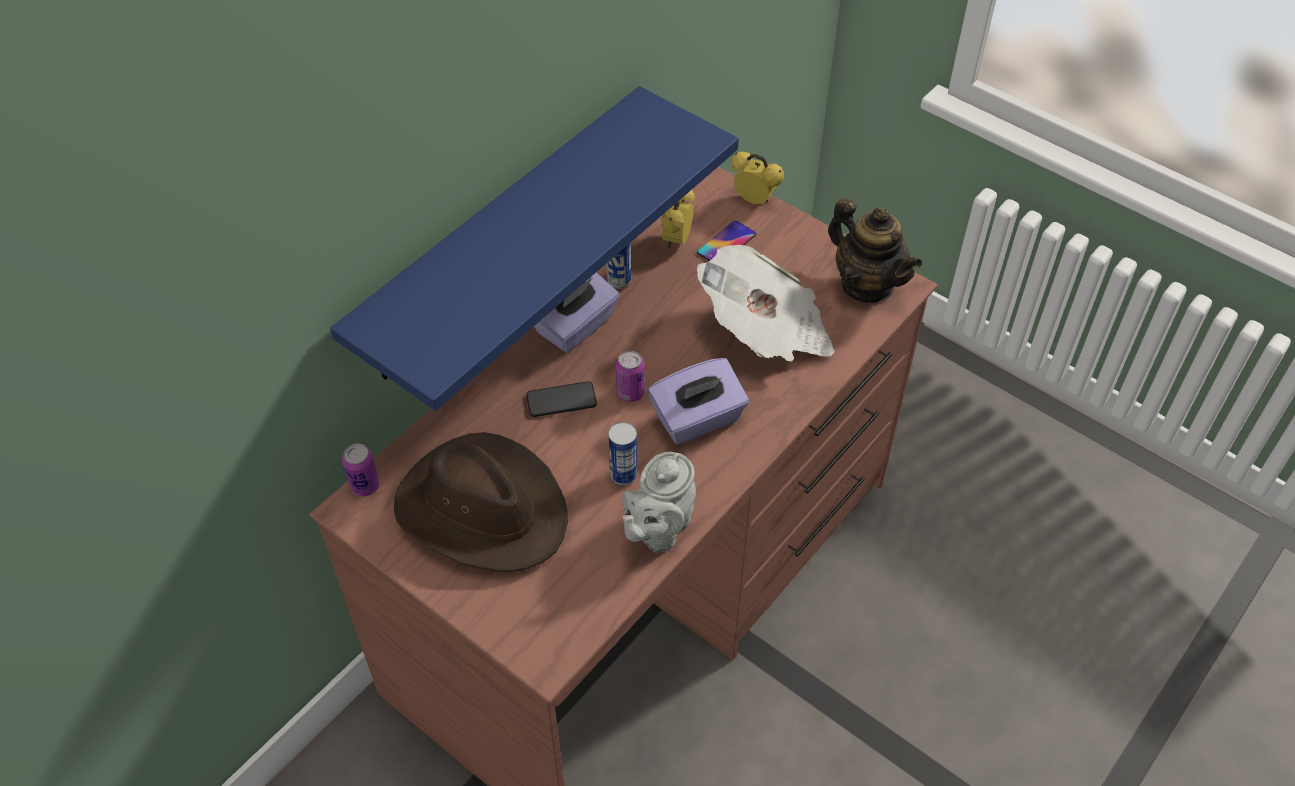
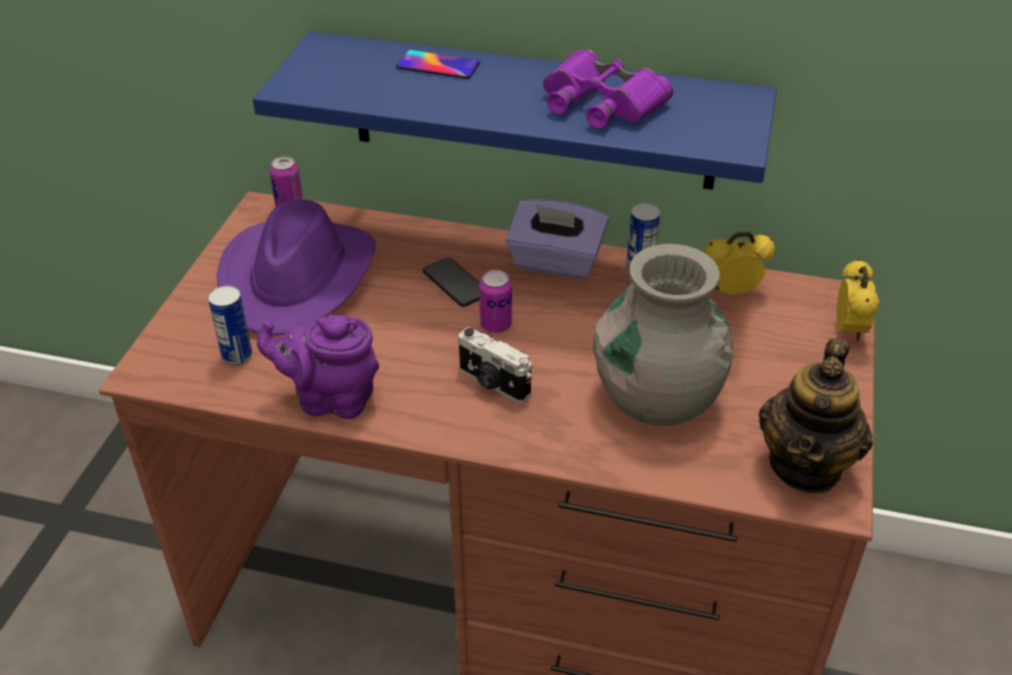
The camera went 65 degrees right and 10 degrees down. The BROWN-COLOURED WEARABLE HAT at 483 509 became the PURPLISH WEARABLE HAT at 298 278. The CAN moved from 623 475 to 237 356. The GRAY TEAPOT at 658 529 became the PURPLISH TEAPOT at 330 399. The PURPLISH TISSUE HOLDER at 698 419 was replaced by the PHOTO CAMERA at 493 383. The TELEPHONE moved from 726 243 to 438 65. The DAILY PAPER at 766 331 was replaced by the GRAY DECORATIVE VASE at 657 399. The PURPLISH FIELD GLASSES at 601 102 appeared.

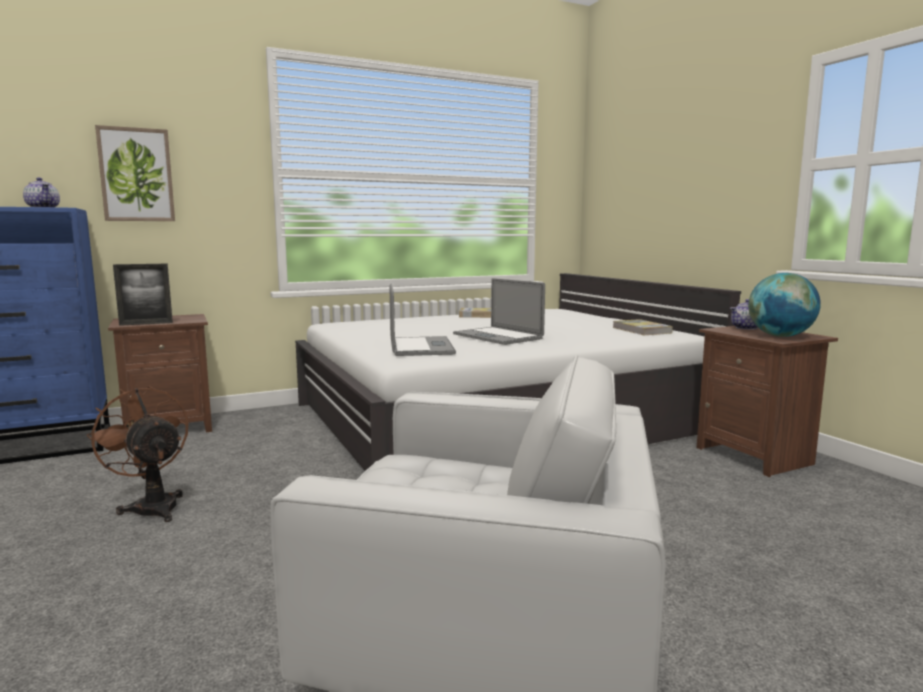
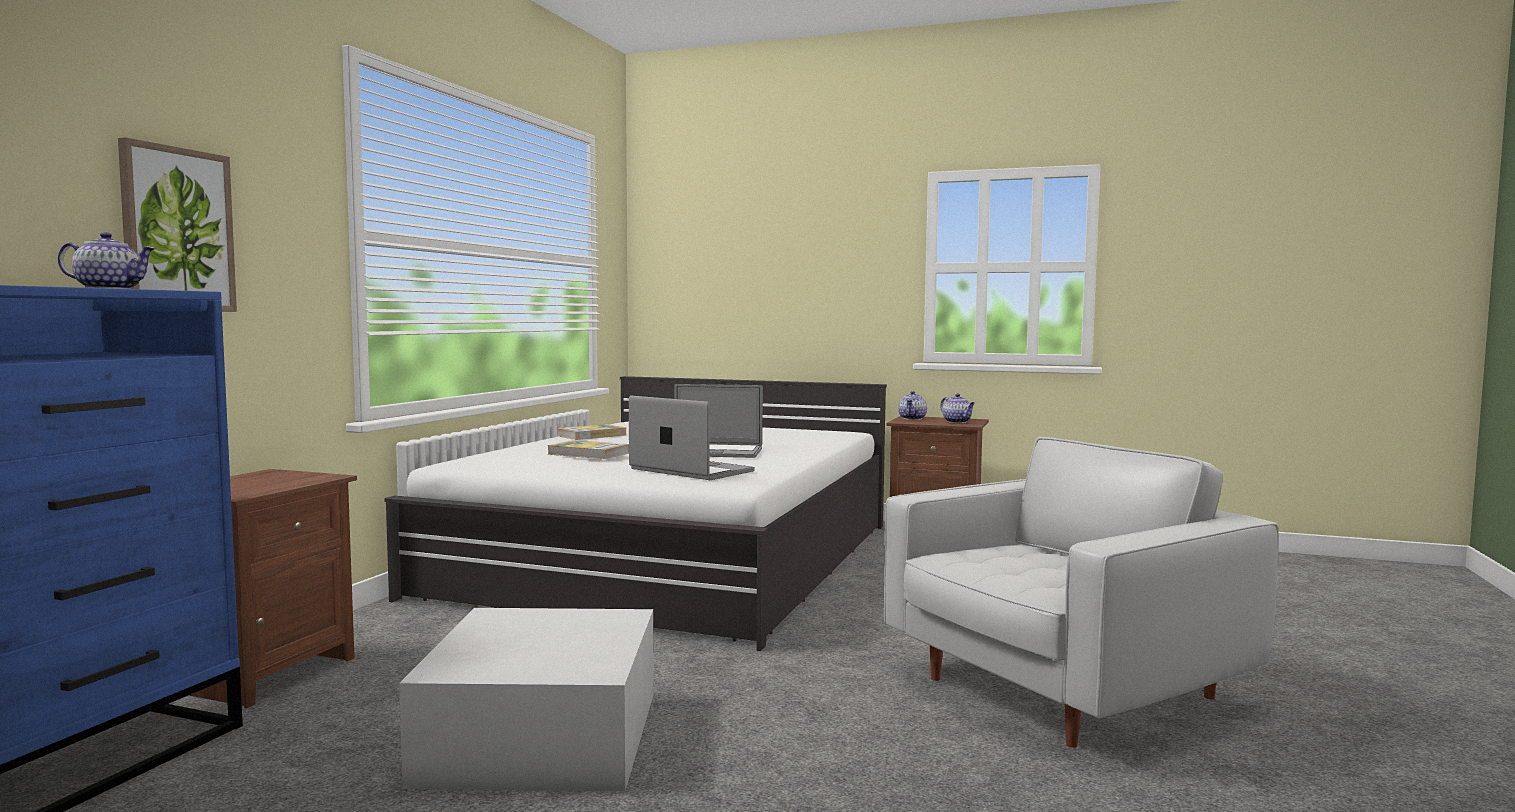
The camera went 45 degrees left and 5 degrees down. The BROWN-COLOURED COOLING FAN at 152 506 was replaced by the WHITE STORAGE BIN at 542 736. The STANDING FRAME at 146 323 disappeared. The VOLUME moved from 641 330 to 589 453. The WORLD GLOBE at 780 336 was replaced by the TEAPOT at 957 422.

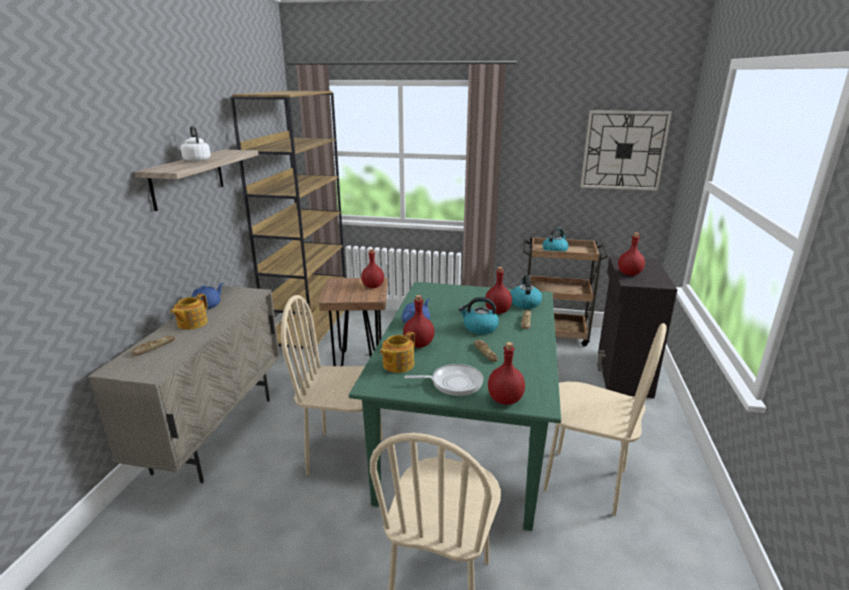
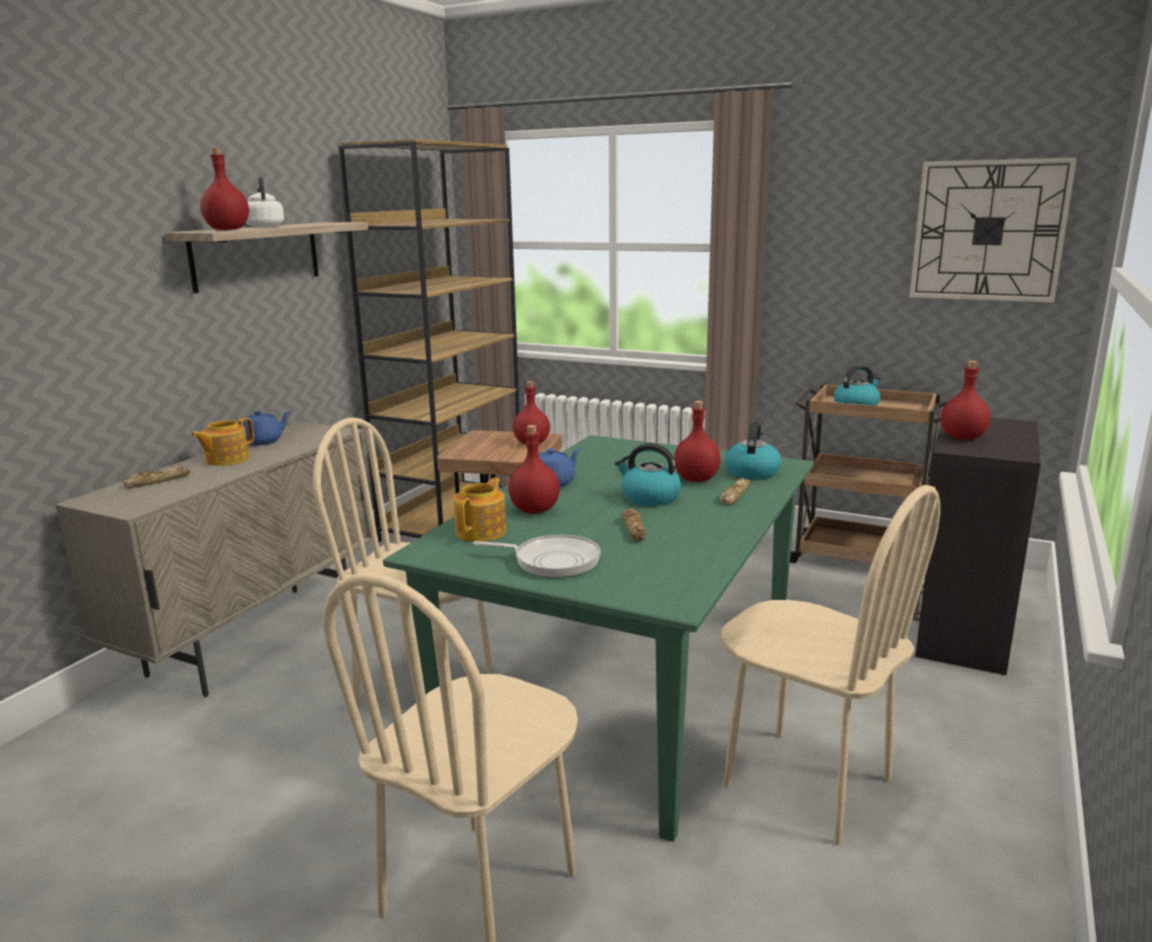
The camera went 15 degrees right and 5 degrees down. The TEAPOT at 397 365 turned 150 degrees clockwise. The REDDISH BOTTLE moved from 505 400 to 227 230.

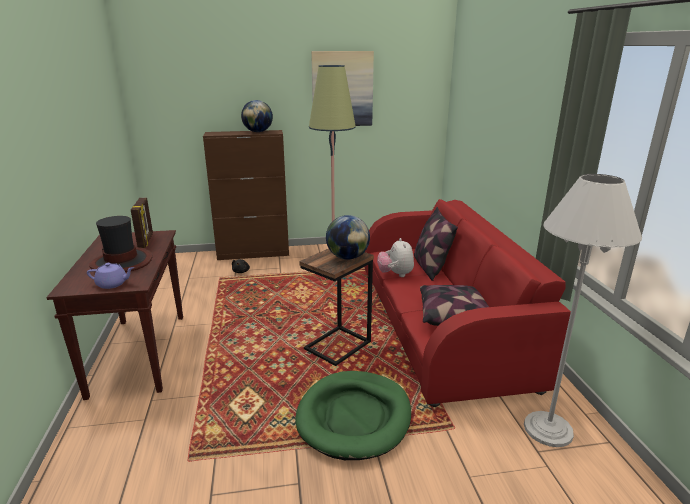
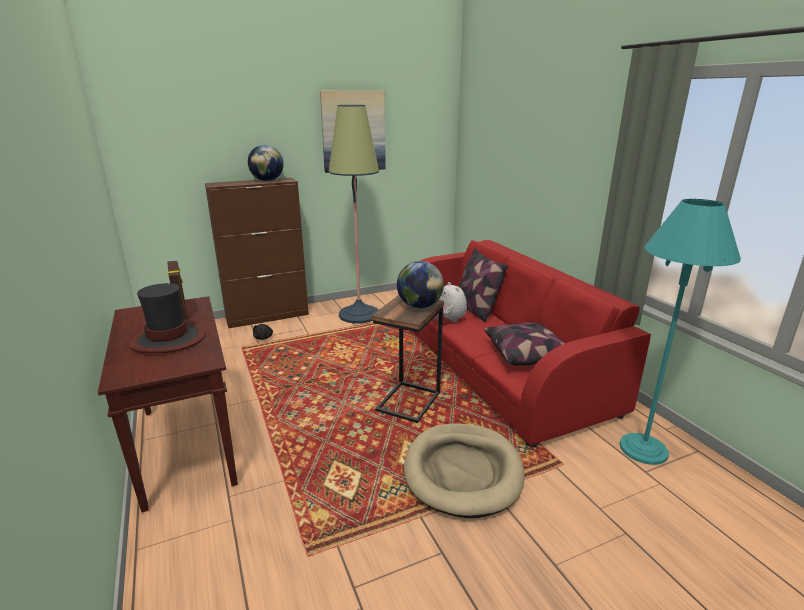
The camera went 15 degrees left and 0 degrees up. The PURPLISH TEAPOT at 113 284 disappeared. The GREENISH DOG BED at 354 417 became the SAND-COLOURED DOG BED at 463 472. The WHITE STANDING LAMP at 548 429 became the BLUE-GREEN STANDING LAMP at 643 449.

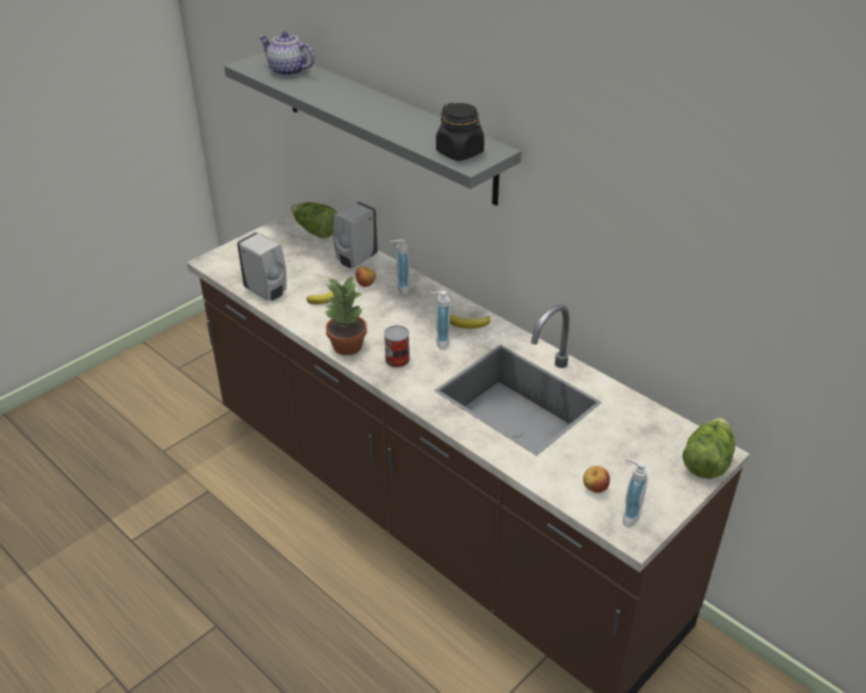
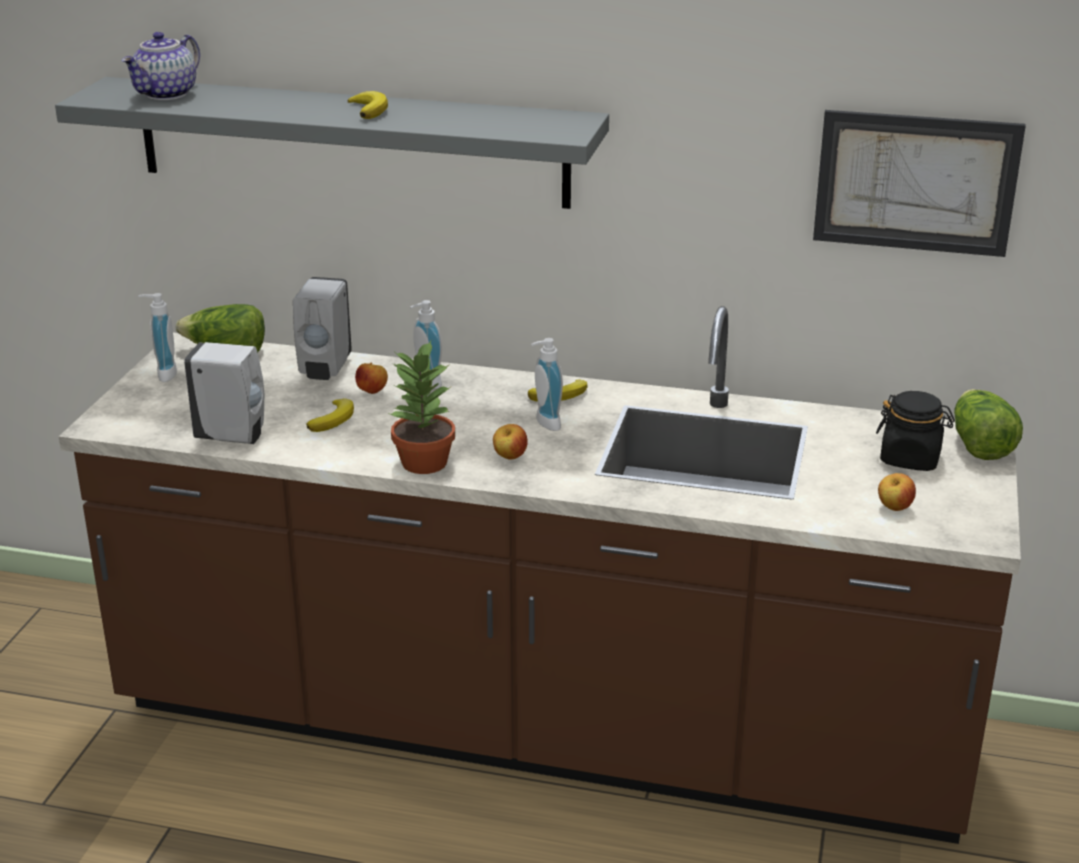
The camera went 30 degrees left and 10 degrees down. The TEAPOT at 287 71 turned 60 degrees counterclockwise. The CAN at 397 359 was replaced by the APPLE FRUIT at 509 457. The BLACK-COLOURED JAR moved from 460 152 to 910 459. The SOAP BOTTLE moved from 627 515 to 163 374. The BANANA FRUIT at 369 110 appeared. The WALL PICTURE at 915 182 appeared.

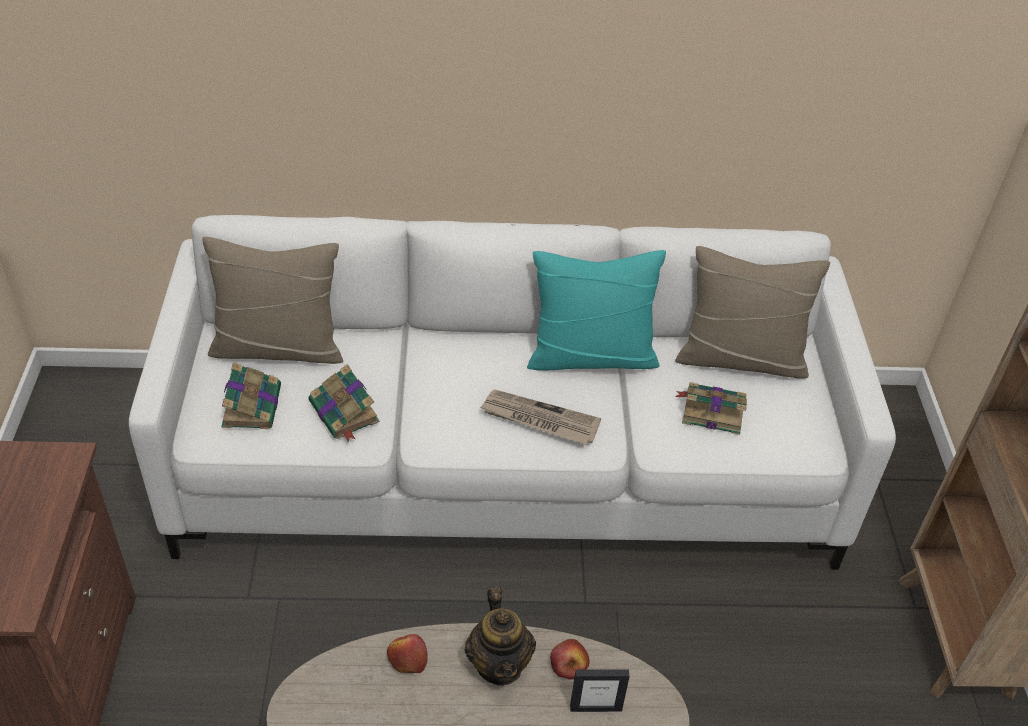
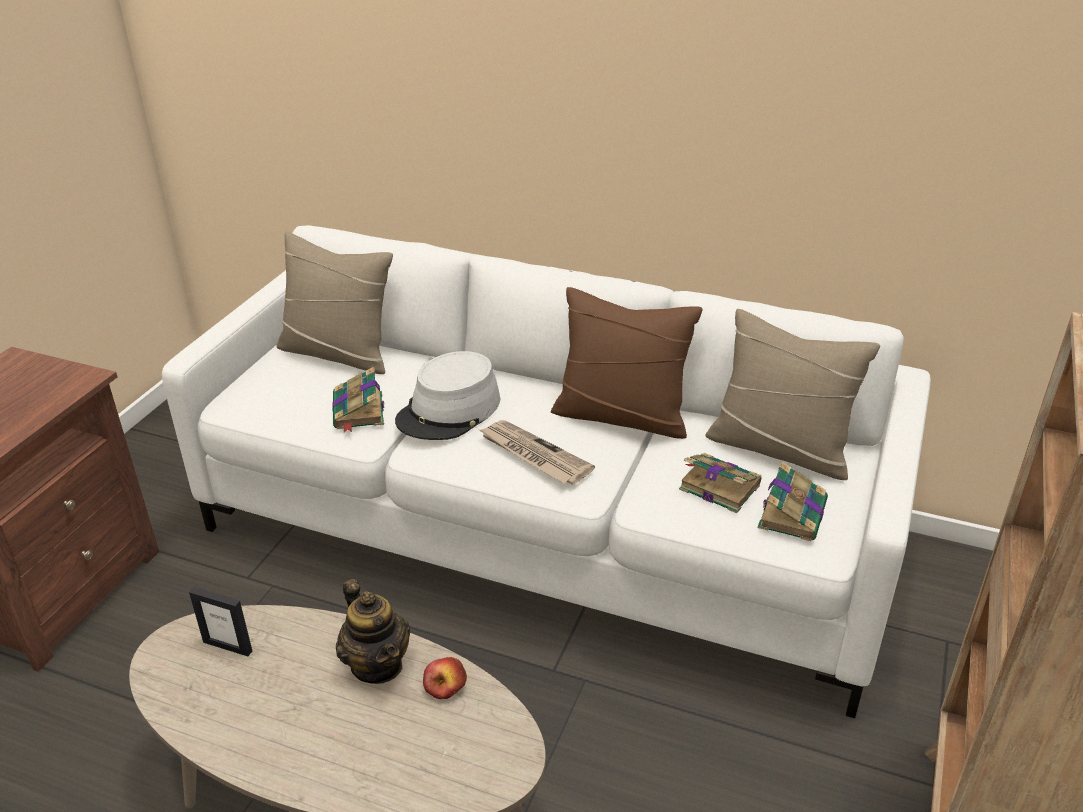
The camera went 25 degrees right and 10 degrees down. The VOLUME moved from 252 405 to 792 513. The APPLE FRUIT at 407 658 disappeared. The TEAPOT at 499 664 turned 45 degrees counterclockwise. The BLUE-GREEN PILLOW at 591 356 became the BROWN-COLOURED PILLOW at 621 416. The STANDING FRAME moved from 595 707 to 228 646. The GRAY WEARABLE HAT at 449 411 appeared.

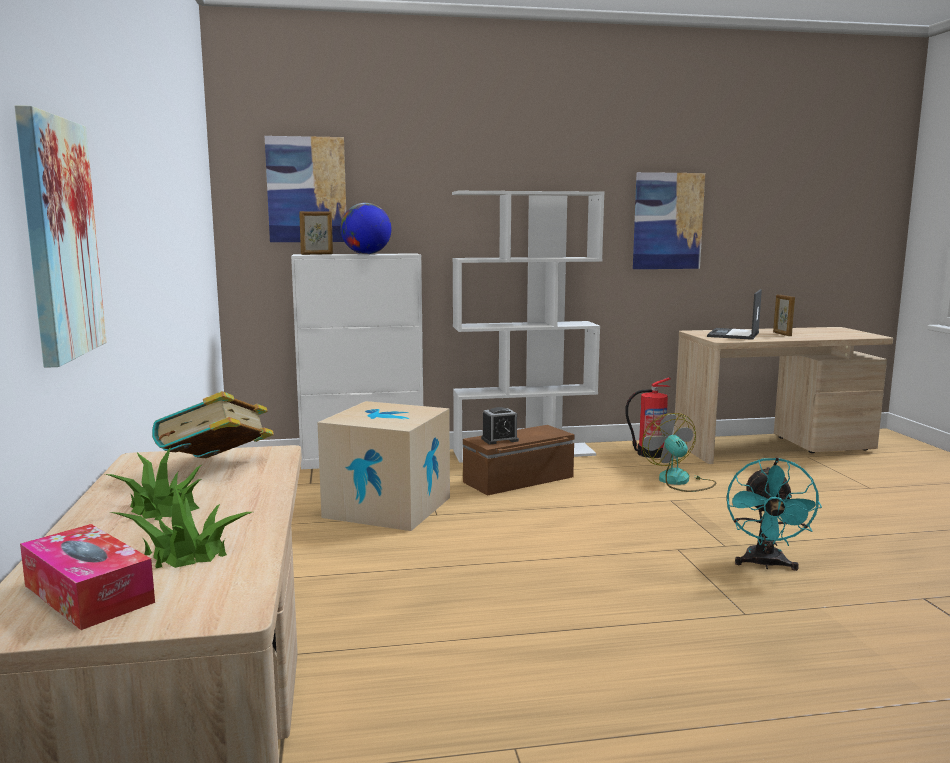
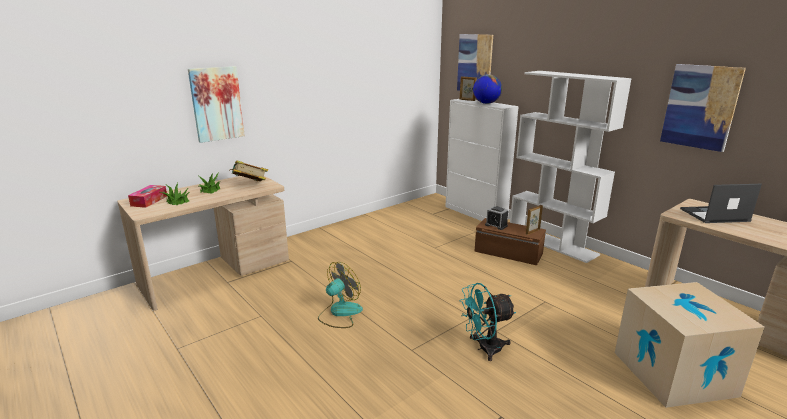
The camera went 60 degrees right and 10 degrees up. The CARDBOARD BOX moved from 387 507 to 673 373. The EXTINGUISHER at 650 453 disappeared. The COOLING FAN moved from 679 481 to 340 313. The STANDING FRAME moved from 782 334 to 532 231.

